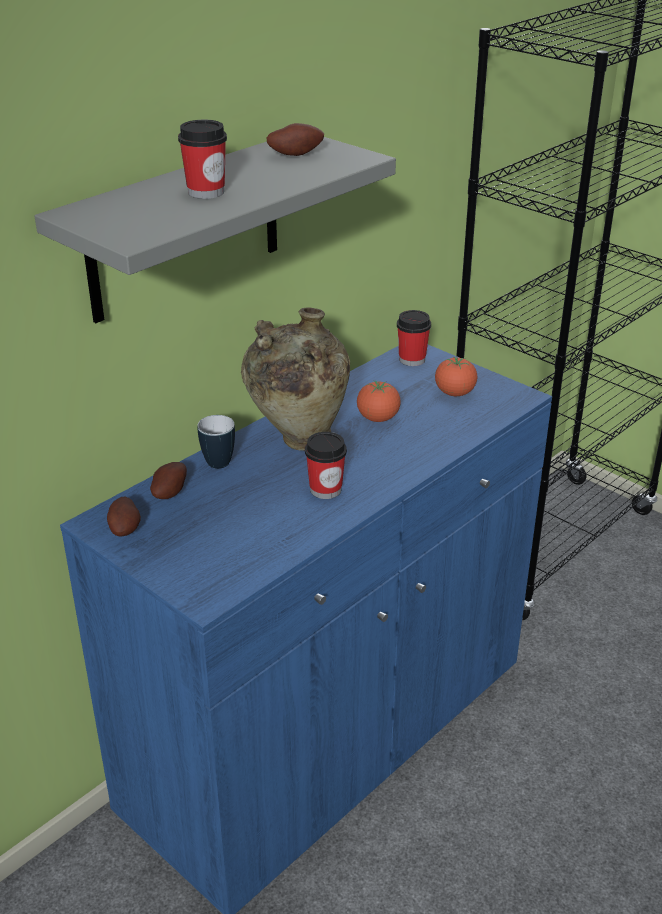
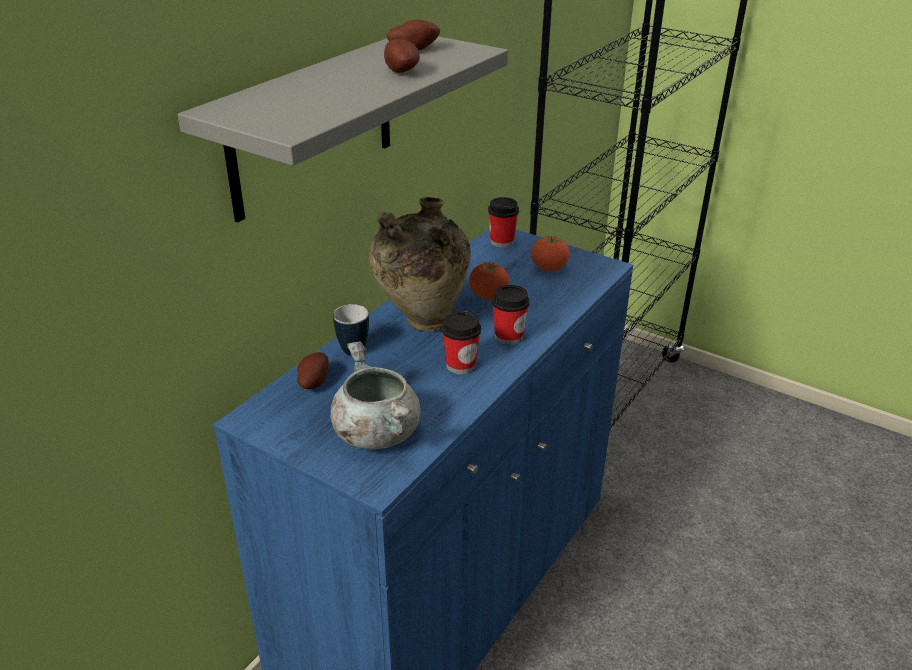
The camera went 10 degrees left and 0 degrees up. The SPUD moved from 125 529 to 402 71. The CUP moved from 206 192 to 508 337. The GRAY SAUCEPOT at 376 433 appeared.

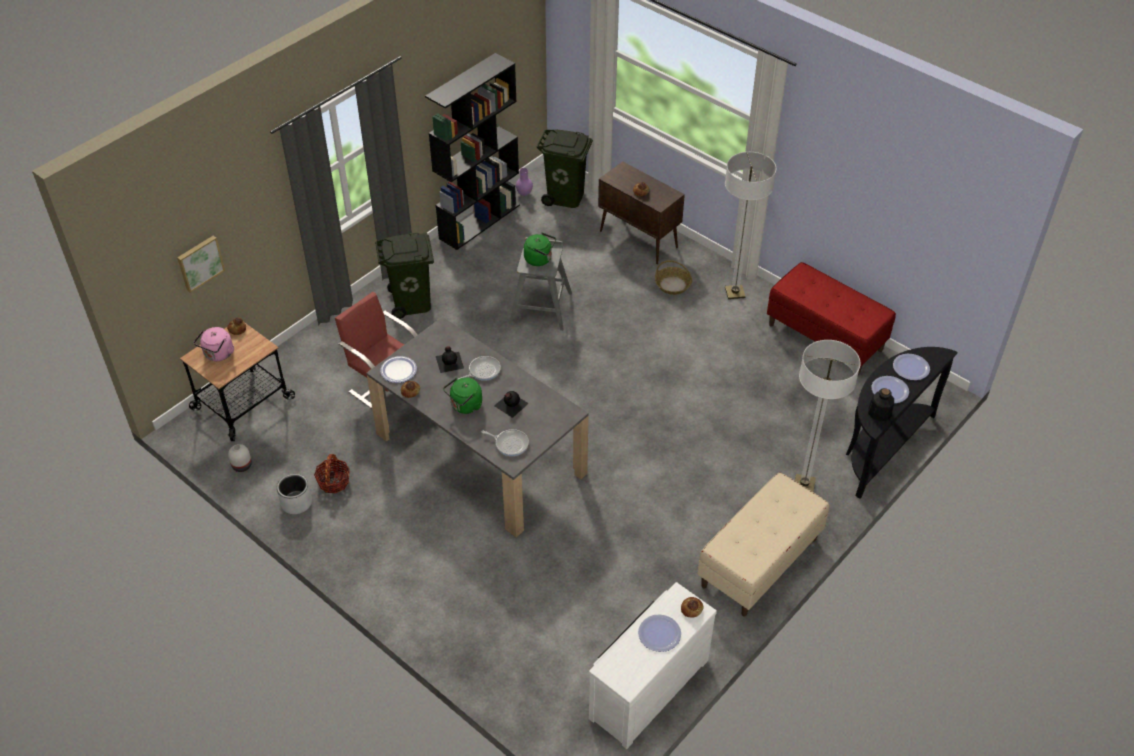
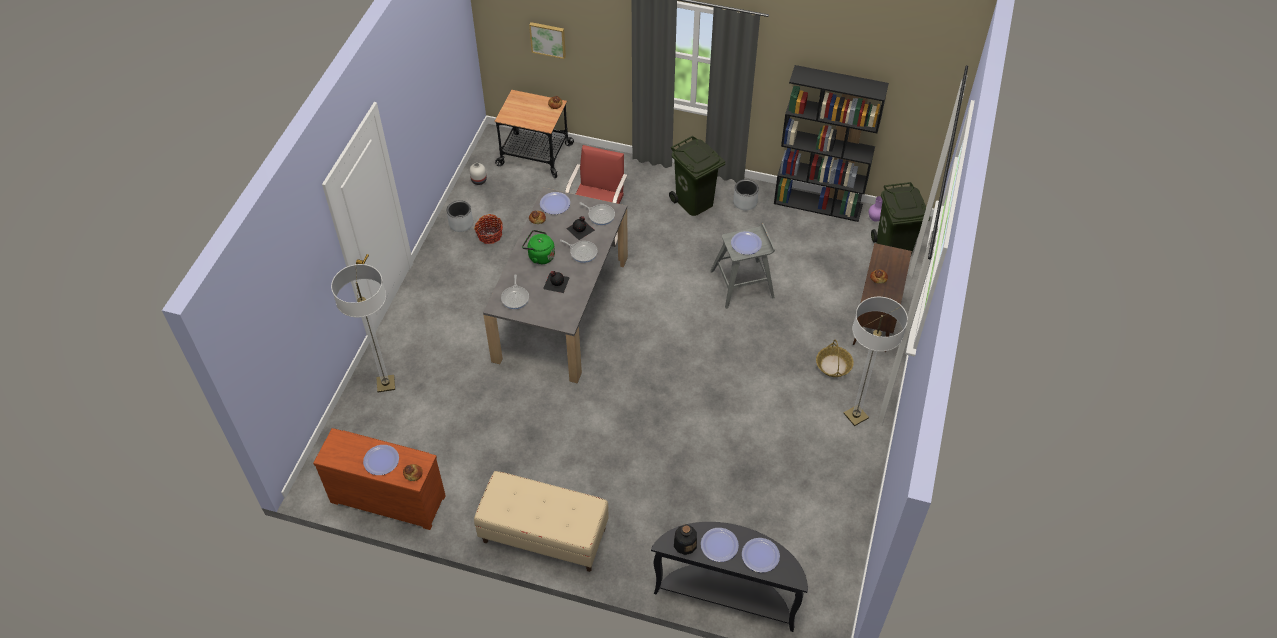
The camera went 65 degrees right and 5 degrees up. The PINK-COLOURED TEA KETTLE at 218 355 disappeared. The GREENISH TEA KETTLE at 540 259 was replaced by the DINNER PLATE at 746 243. The WHITE DRAWER CHEST at 646 687 became the BROWN-COLOURED DRAWER CHEST at 389 496. The REDDISH BENCH at 825 337 disappeared. The STANDING LAMP moved from 804 485 to 386 384. The SKILLET at 600 215 appeared. The GRAY PLANT POT at 745 202 appeared.

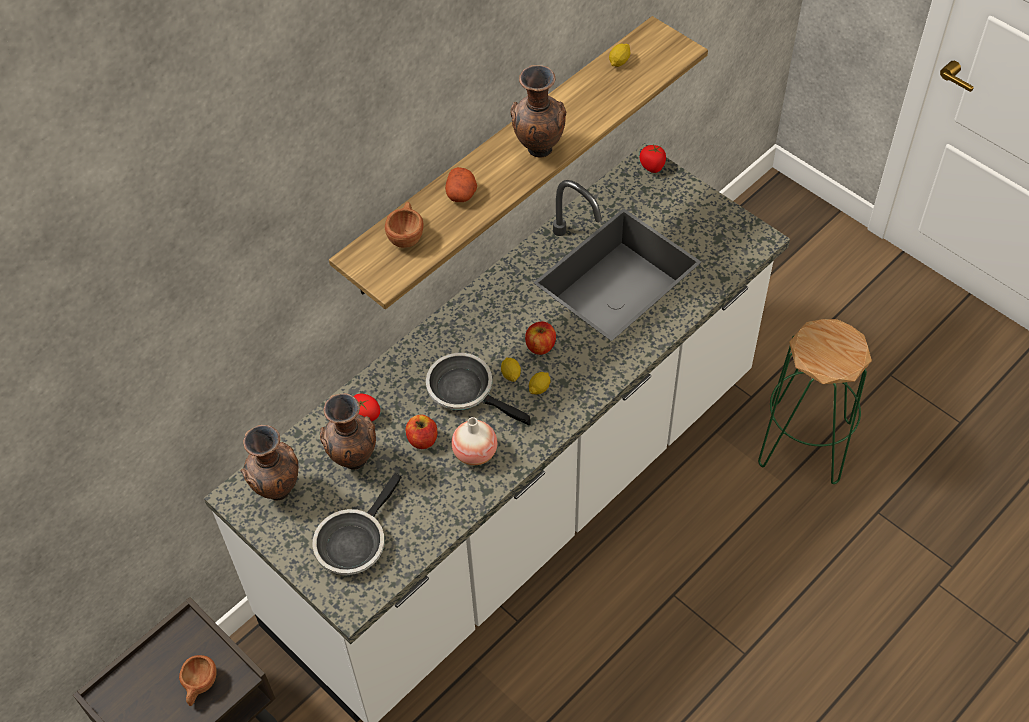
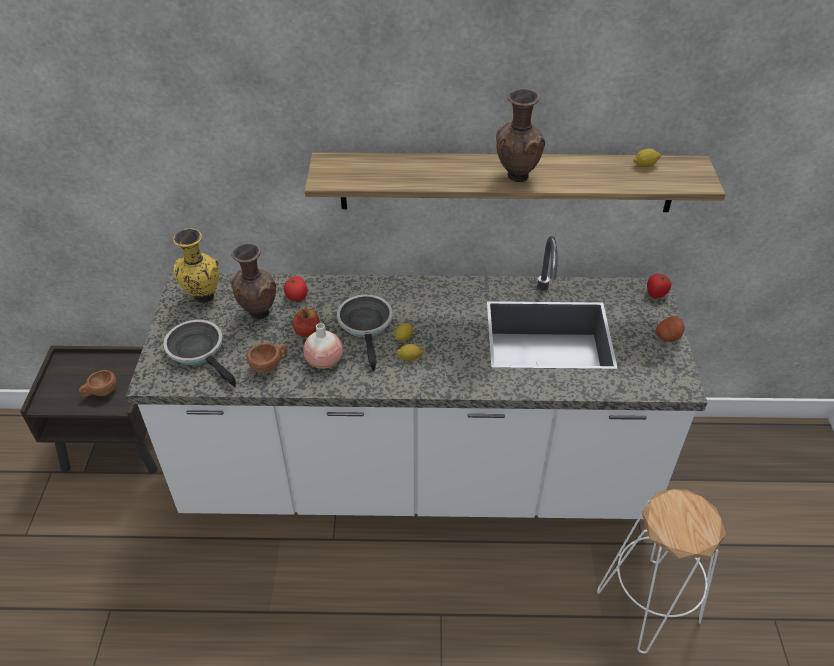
The camera went 45 degrees right and 10 degrees down. The BROWN-COLOURED DECORATIVE VASE at 278 492 became the YELLOWISH DECORATIVE VASE at 203 298. The SKILLET at 353 542 turned 60 degrees clockwise. The BROWN-COLOURED CUP moved from 406 235 to 270 365. The SPUD moved from 461 194 to 668 336. The APPLE FRUIT at 540 346 disappeared. The GREENISH STOOL at 805 443 became the WHITE STOOL at 649 606.

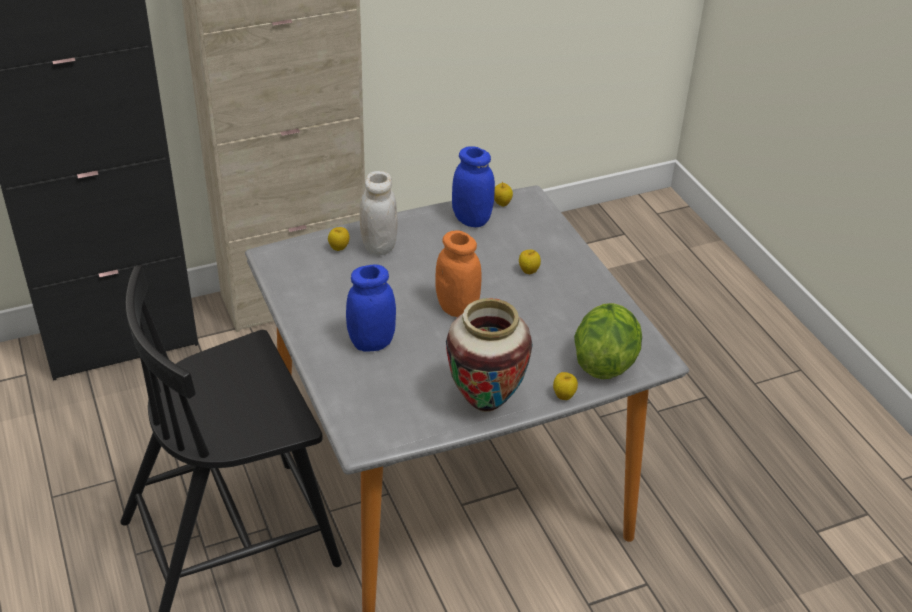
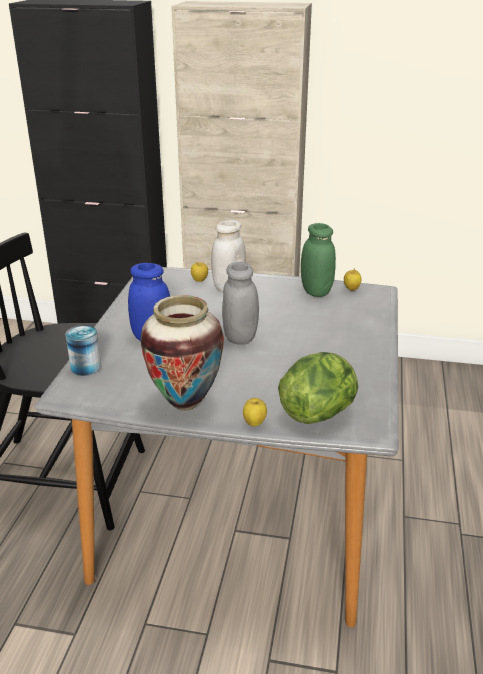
The camera went 35 degrees right and 10 degrees down. The ORANGE-COLOURED JAR at 457 307 became the GRAY JAR at 240 337. The BLUE-COLOURED JAR at 471 220 became the GREENISH JAR at 316 291. The APPLE FRUIT at 528 271 disappeared. The CAN at 86 367 appeared.

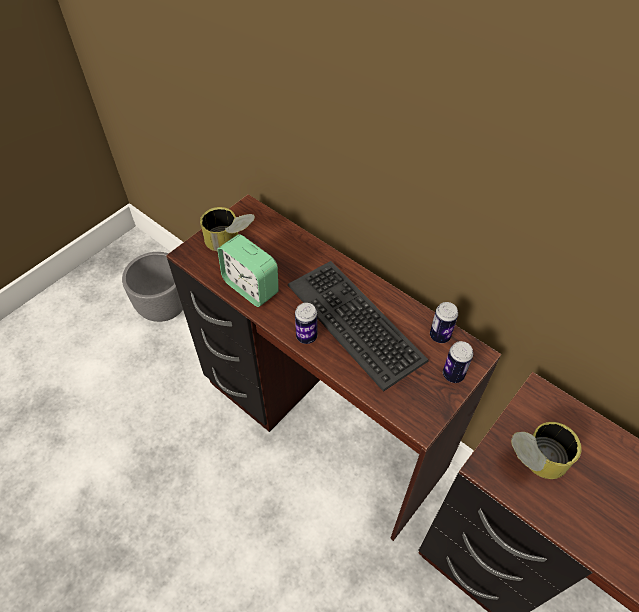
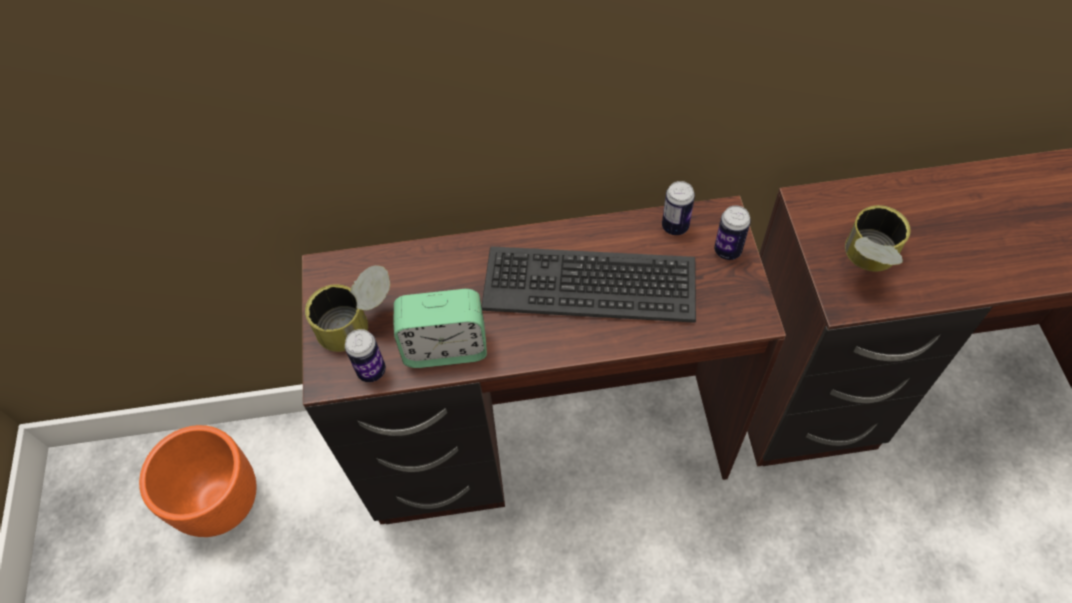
The camera went 45 degrees left and 5 degrees up. The GRAY PLANT POT at 165 308 became the ORANGE-COLOURED PLANT POT at 222 501. The CAN moved from 306 336 to 371 371.

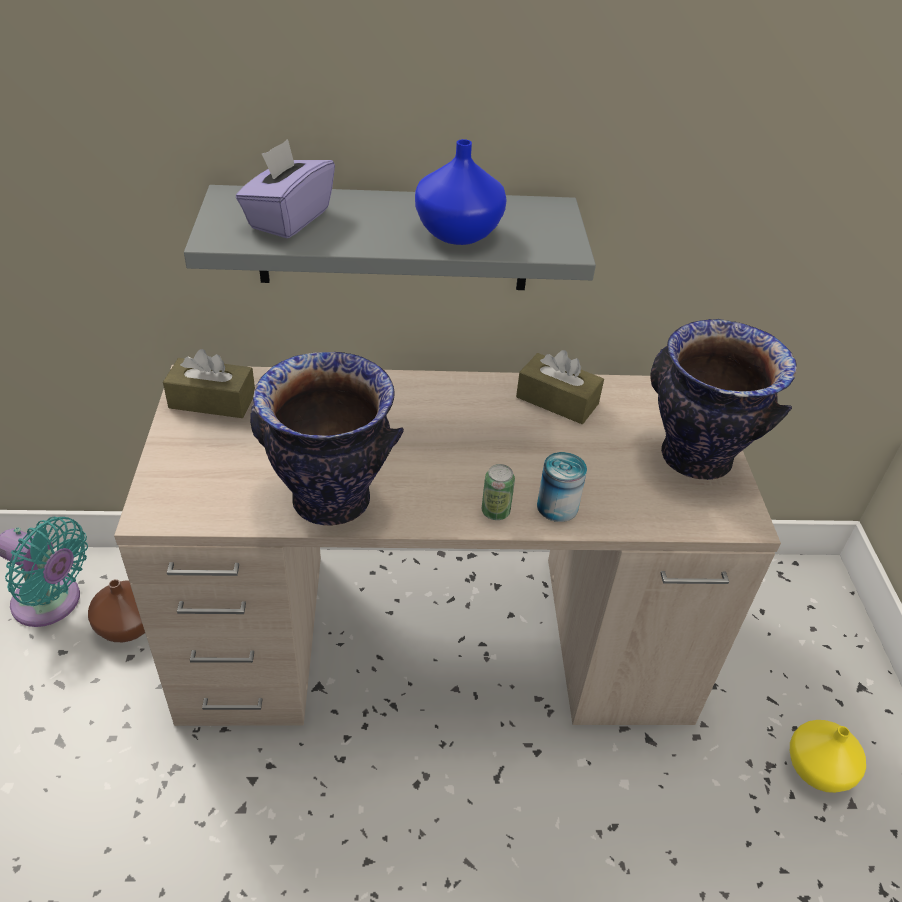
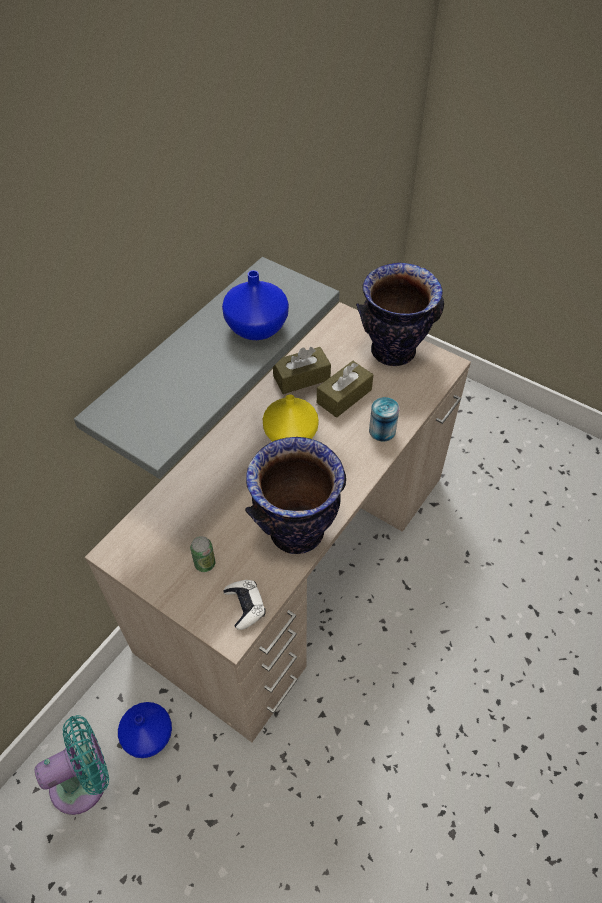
The camera went 50 degrees left and 10 degrees up. The BROWN-COLOURED DECORATIVE VASE at 128 624 became the BLUE-COLOURED DECORATIVE VASE at 147 735. The BROWN-COLOURED TISSUE HOLDER moved from 212 401 to 344 396. The PURPLISH TISSUE HOLDER at 288 218 disappeared. The CAN moved from 495 512 to 205 564. The YELLOWISH DECORATIVE VASE moved from 818 770 to 291 436. The WHITE GAME CONTROLLER at 245 605 appeared.

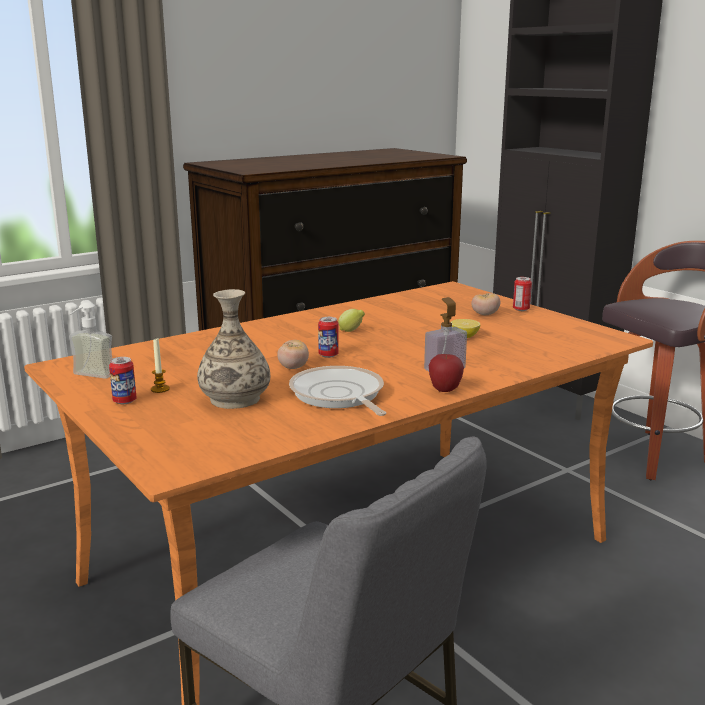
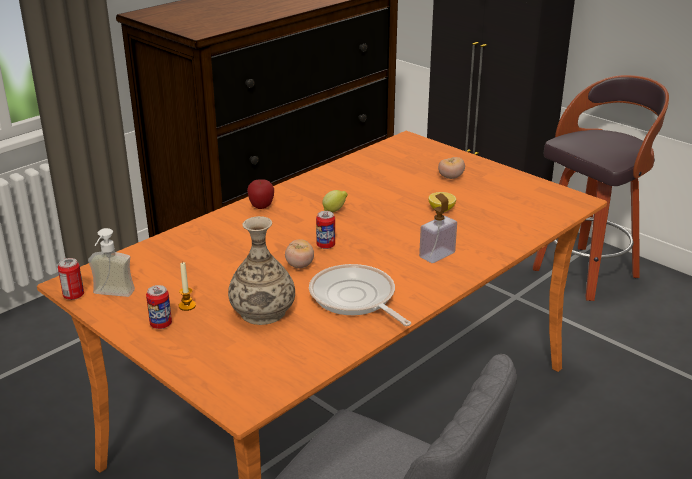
The camera went 10 degrees left and 10 degrees up. The APPLE FRUIT moved from 445 390 to 261 207. The CAN moved from 521 309 to 73 296.

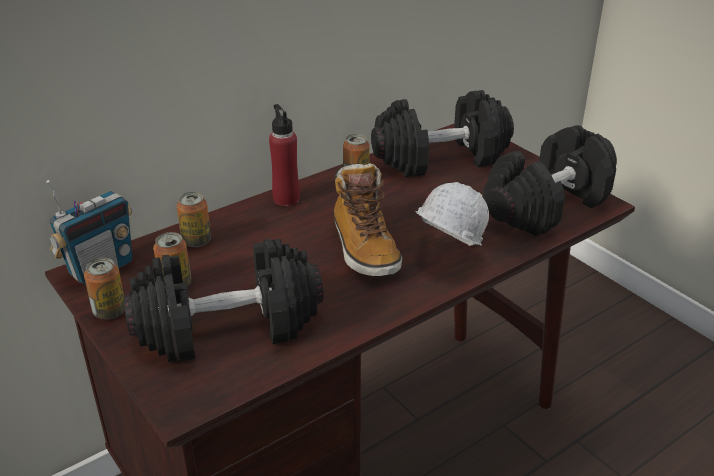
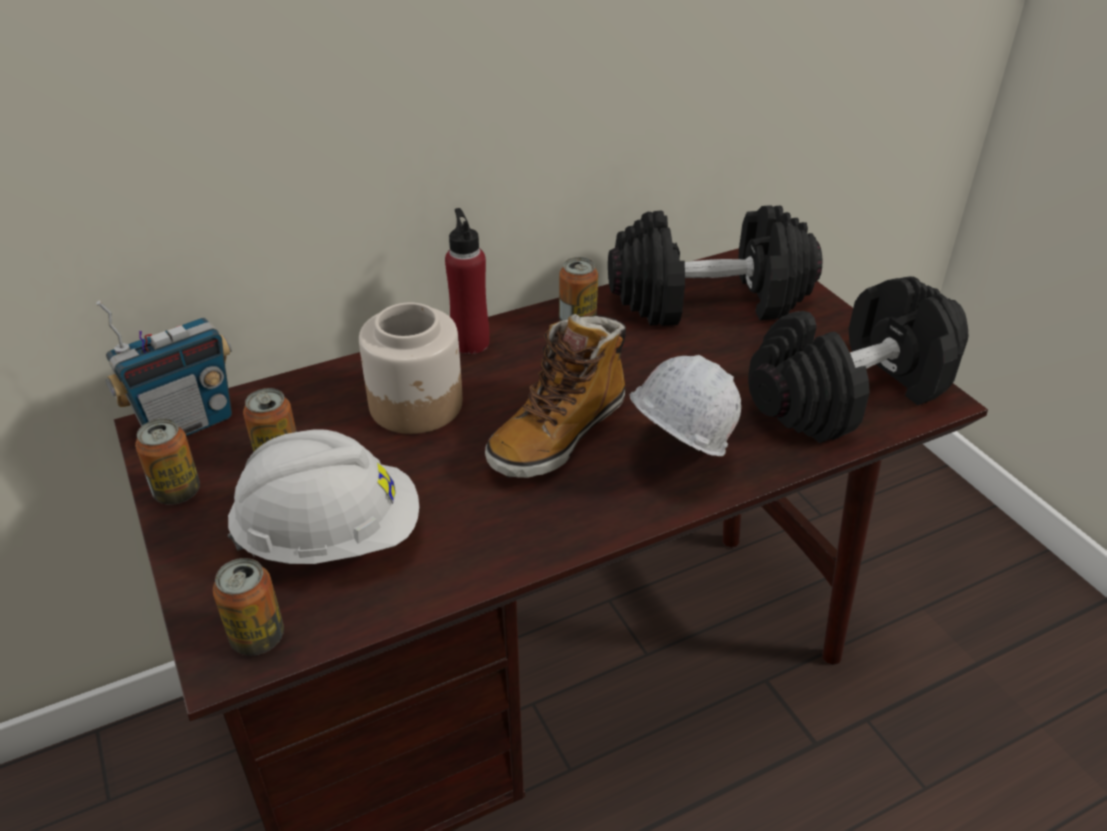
The camera went 10 degrees right and 5 degrees up. The BLACK-COLOURED HAND WEIGHT at 229 326 was replaced by the WHITE WORK HELMET at 331 537. The CAN moved from 196 241 to 257 637. The TALL BOOT at 364 248 turned 45 degrees clockwise. The JAR at 417 405 appeared.

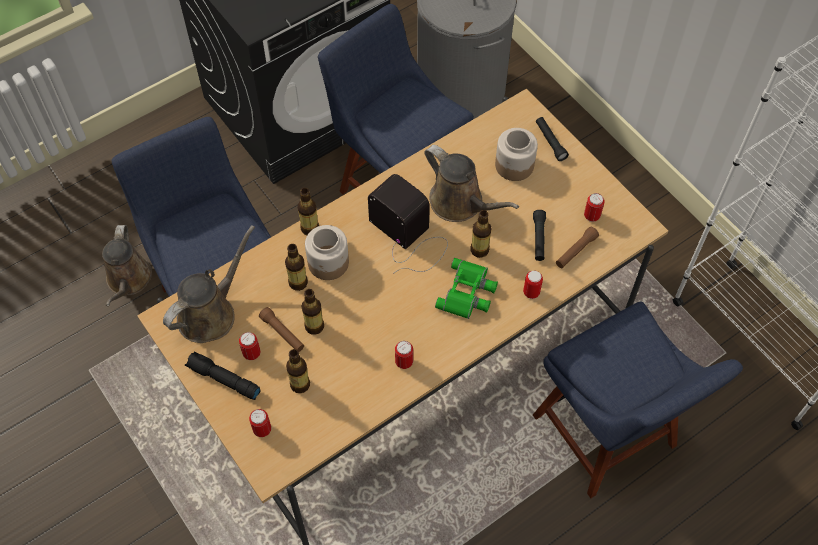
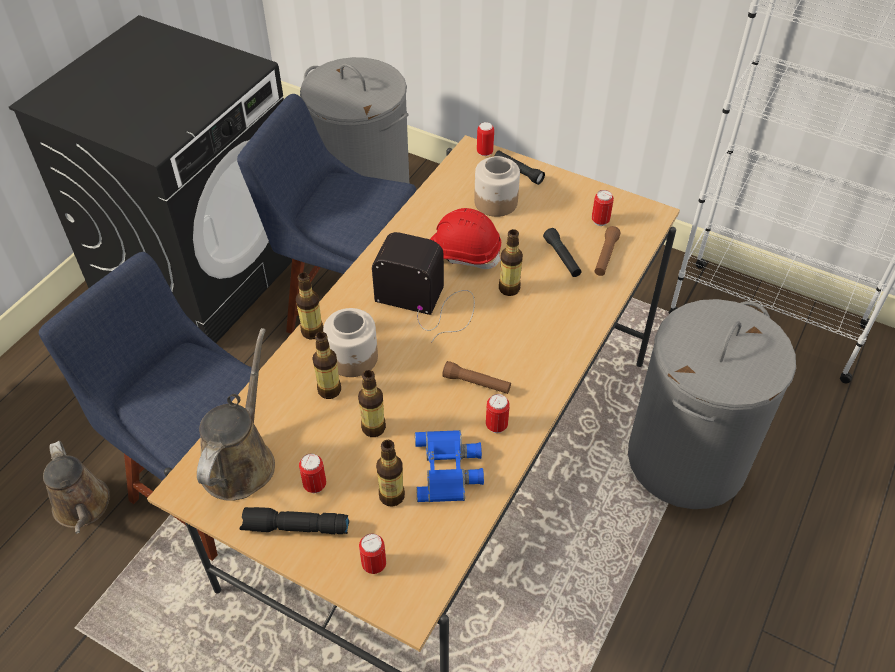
The camera went 25 degrees left and 10 degrees down. The BROWN-COLOURED HAND TORCH moved from 282 333 to 476 383. The BROWN-COLOURED WATERING POT at 460 203 was replaced by the REDDISH WORK HELMET at 462 253. The GREENISH FIELD GLASSES at 468 293 disappeared. The CAN moved from 531 292 to 484 152. The BLUE-COLOURED CHAIR at 608 436 was replaced by the GRAY HAMPER at 687 459. The BLUE-COLOURED FIELD GLASSES at 449 469 appeared.

